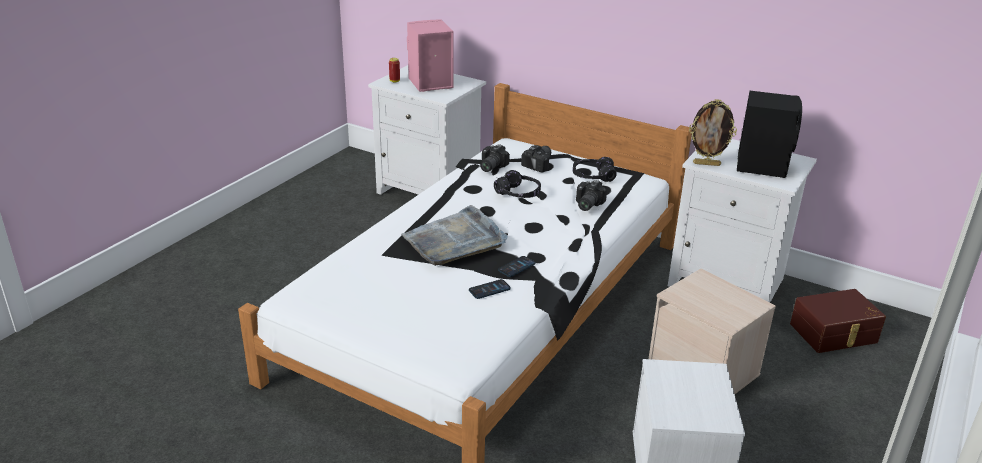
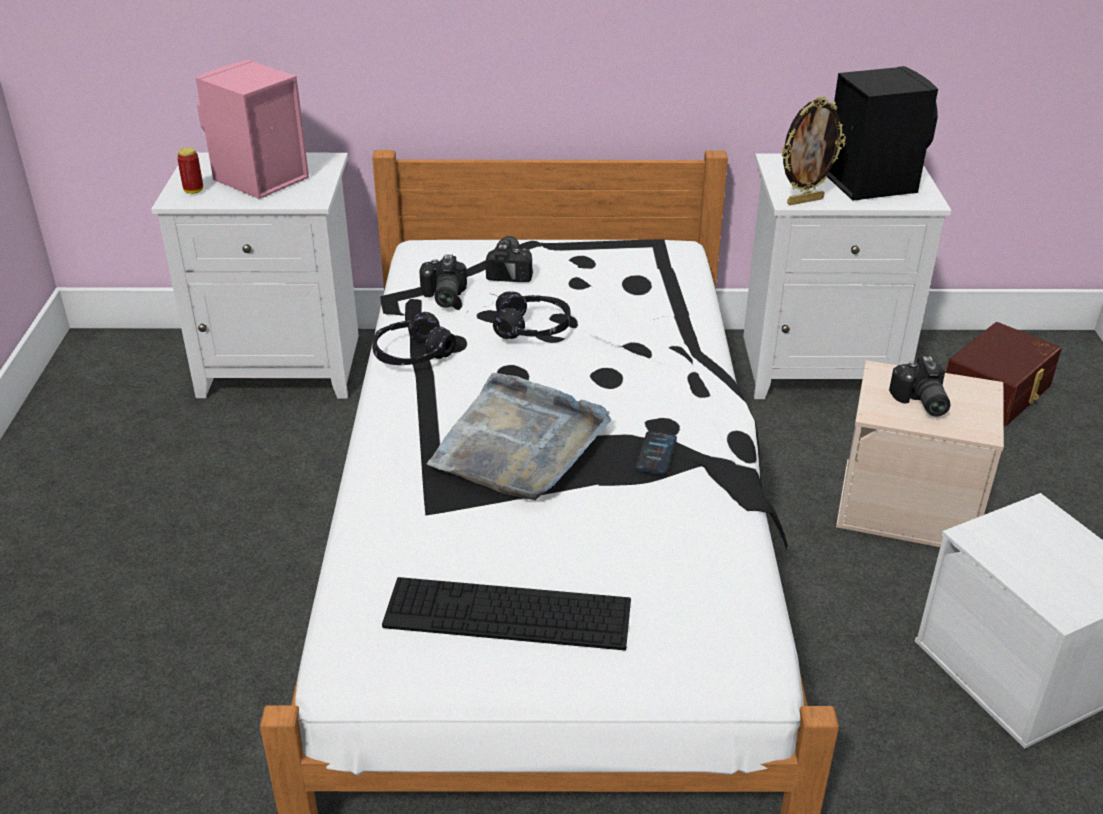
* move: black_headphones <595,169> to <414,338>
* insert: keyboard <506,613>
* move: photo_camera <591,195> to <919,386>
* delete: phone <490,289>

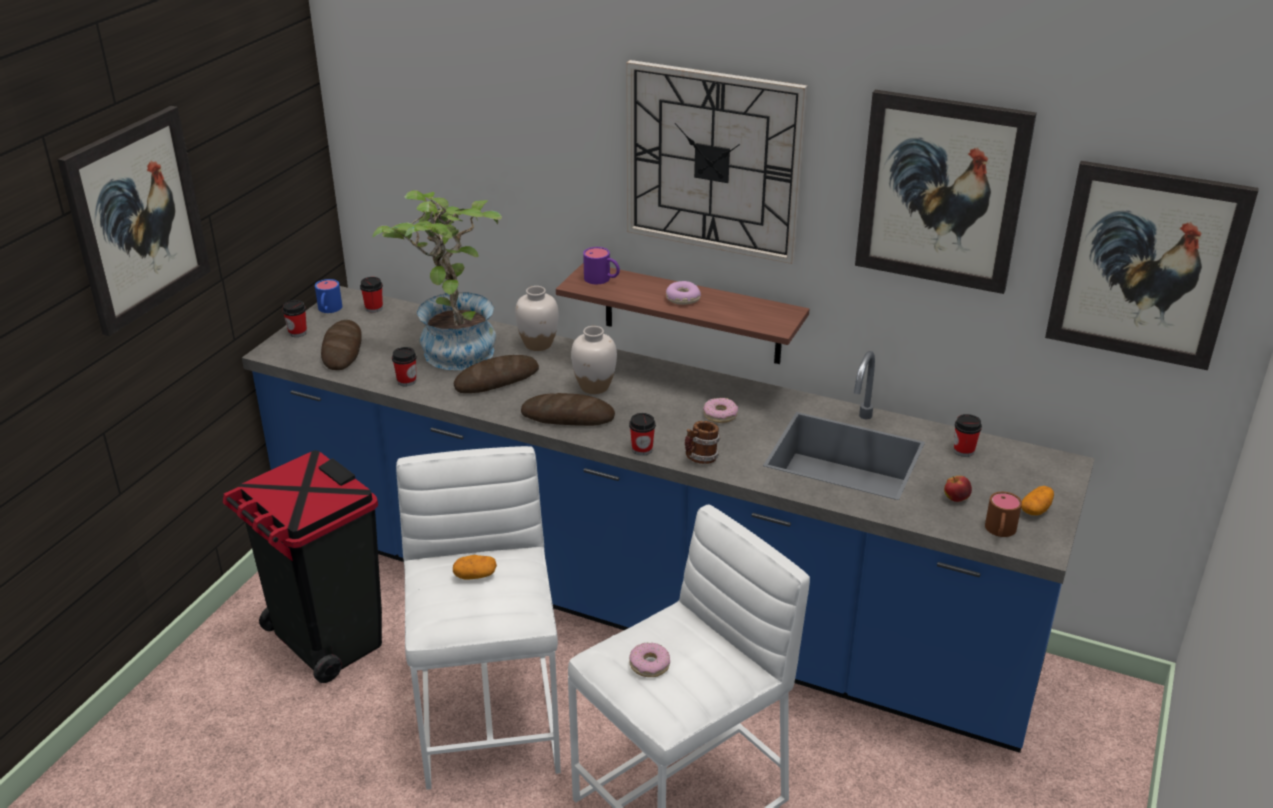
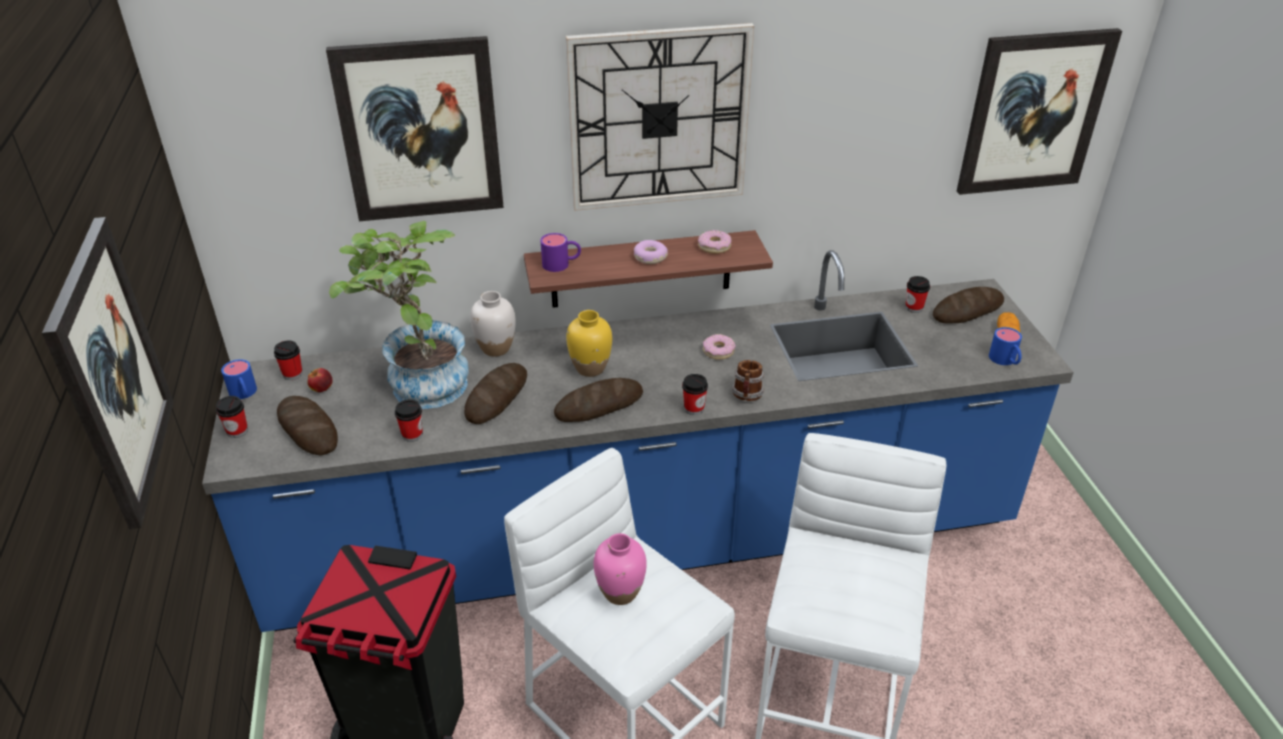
* move: apple <958,489> to <320,380>
* move: picture <946,192> to <415,128>
* recolor: white_vase <594,360> to yellow_vase <589,343>
* replace: potato <475,567> to pink_vase <620,569>
* move: donut <649,660> to <715,242>
* insert: bread <968,305>
* recolor: brown_mug <1003,514> to blue_mug <1005,346>

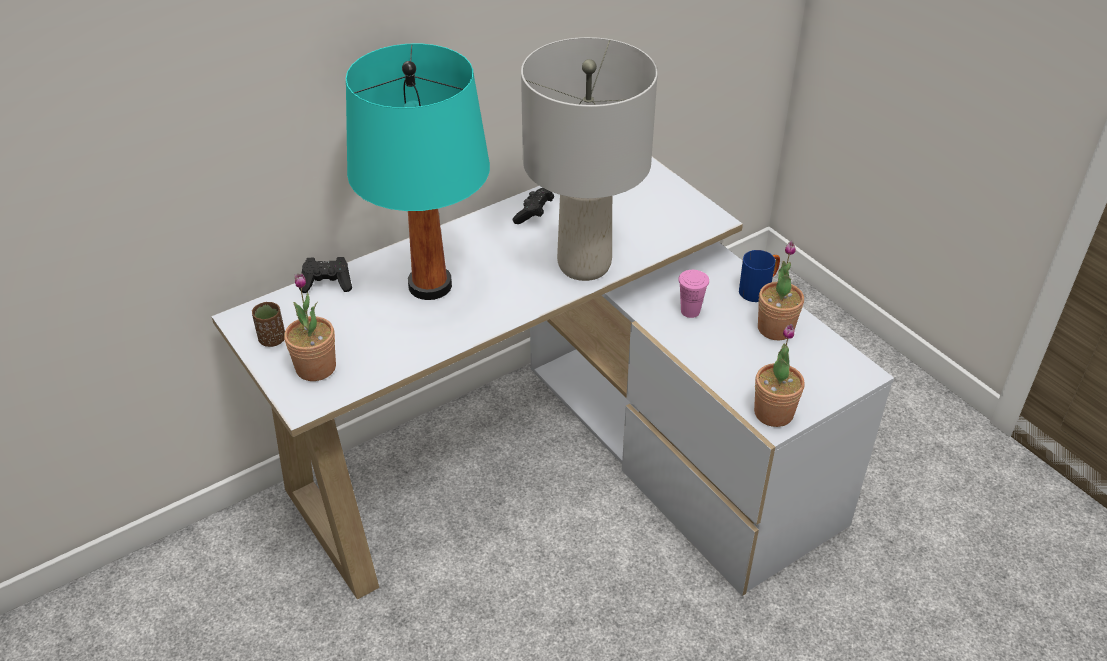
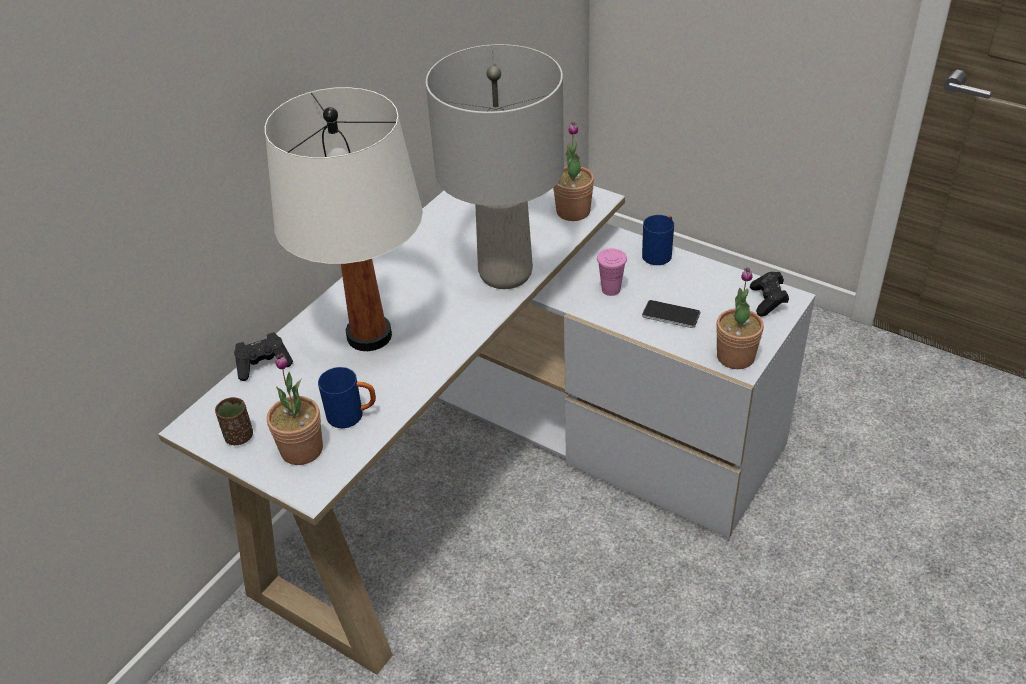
* recolor: turquoise_table_lamp <418,171> to white_table_lamp <344,219>
* insert: blue_mug <347,397>
* move: potted_plant <781,290> to <573,171>
* insert: phone <671,314>
* move: black_game_controller <533,206> to <769,294>

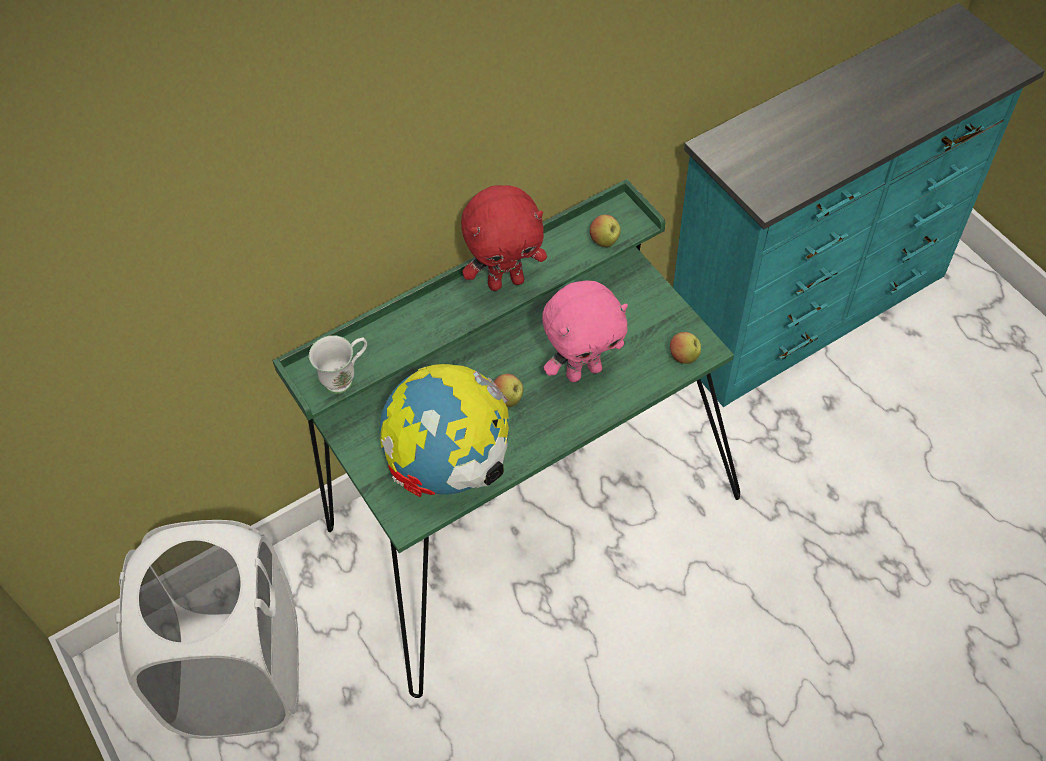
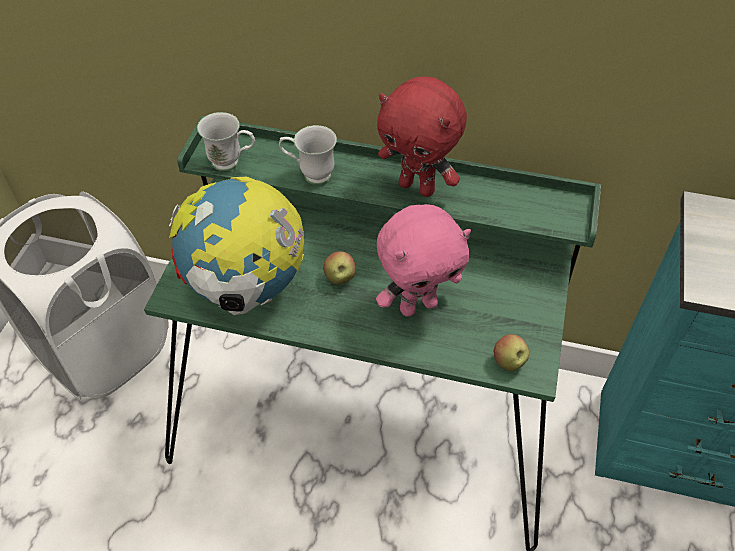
* insert: white_mug <308,155>
* rotate: pink_plush_toy <585,331> = <423,260> 45 degrees counterclockwise
* delete: apple <605,231>

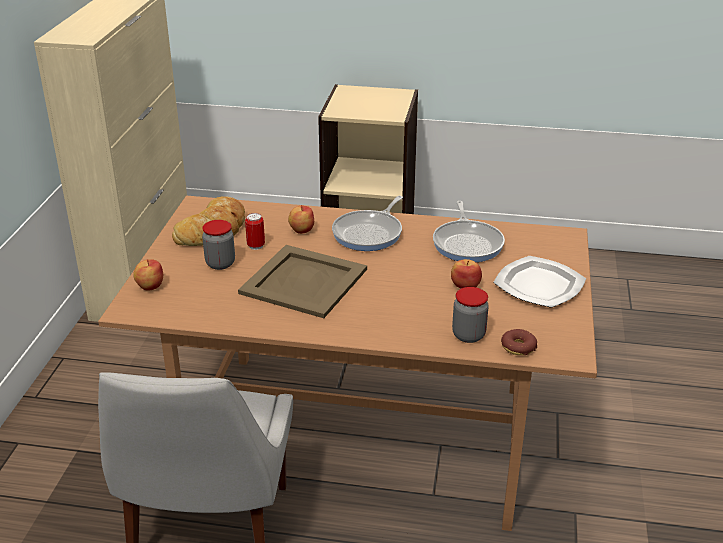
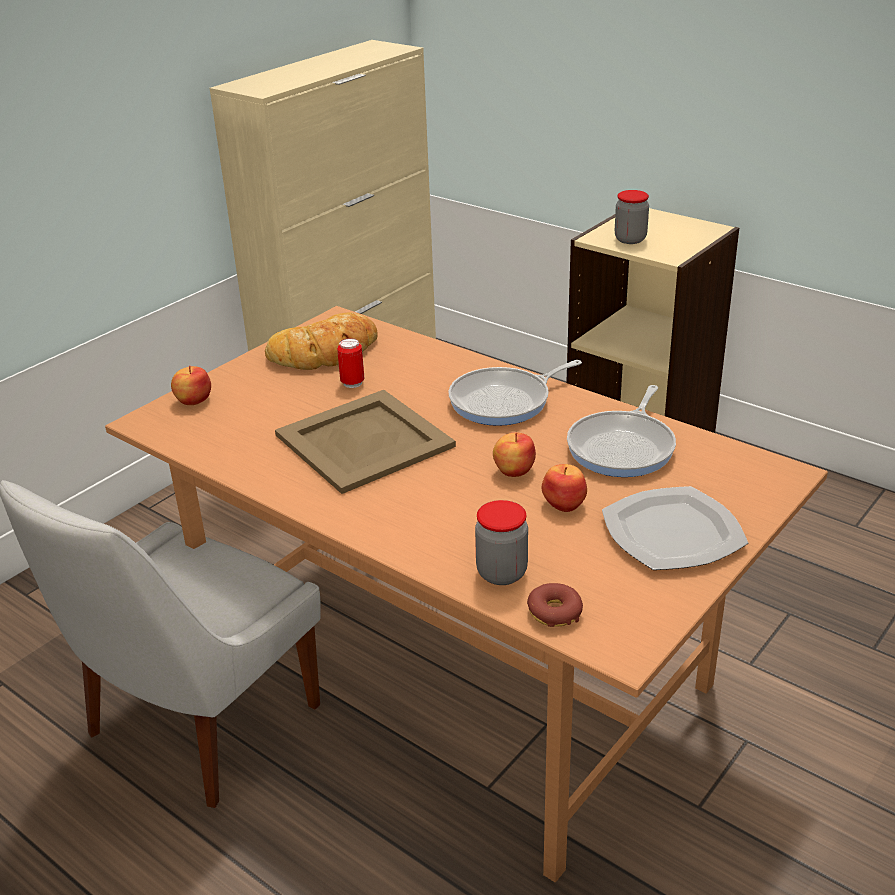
* move: apple <301,219> to <514,454>
* move: jar <218,245> to <632,217>

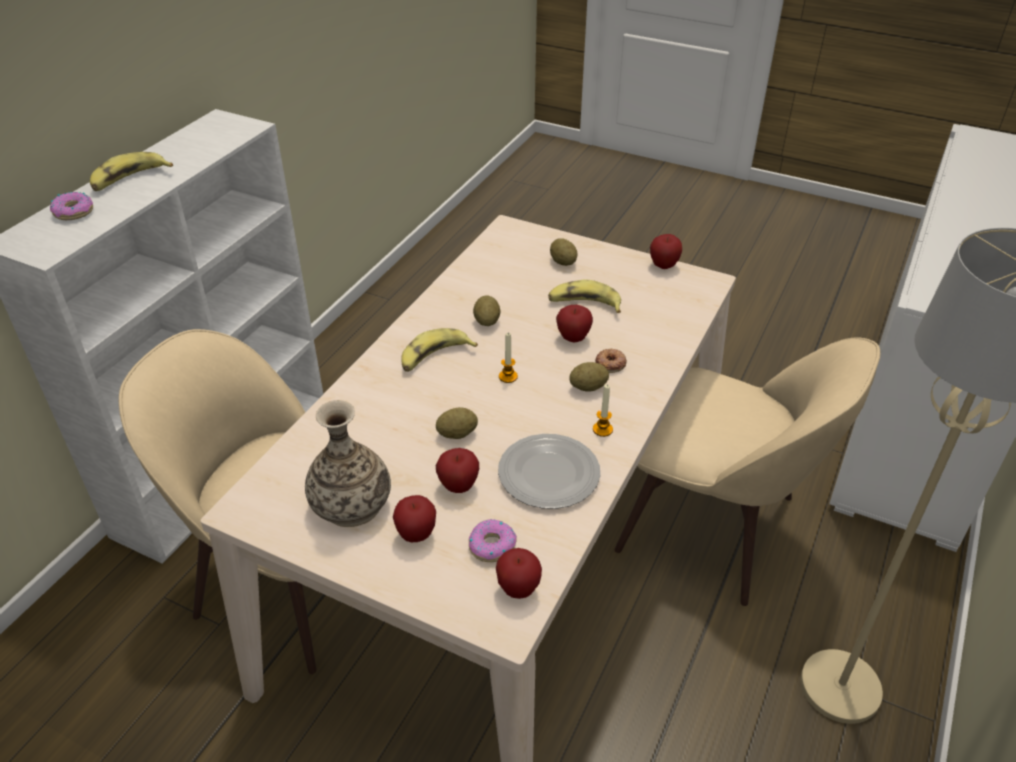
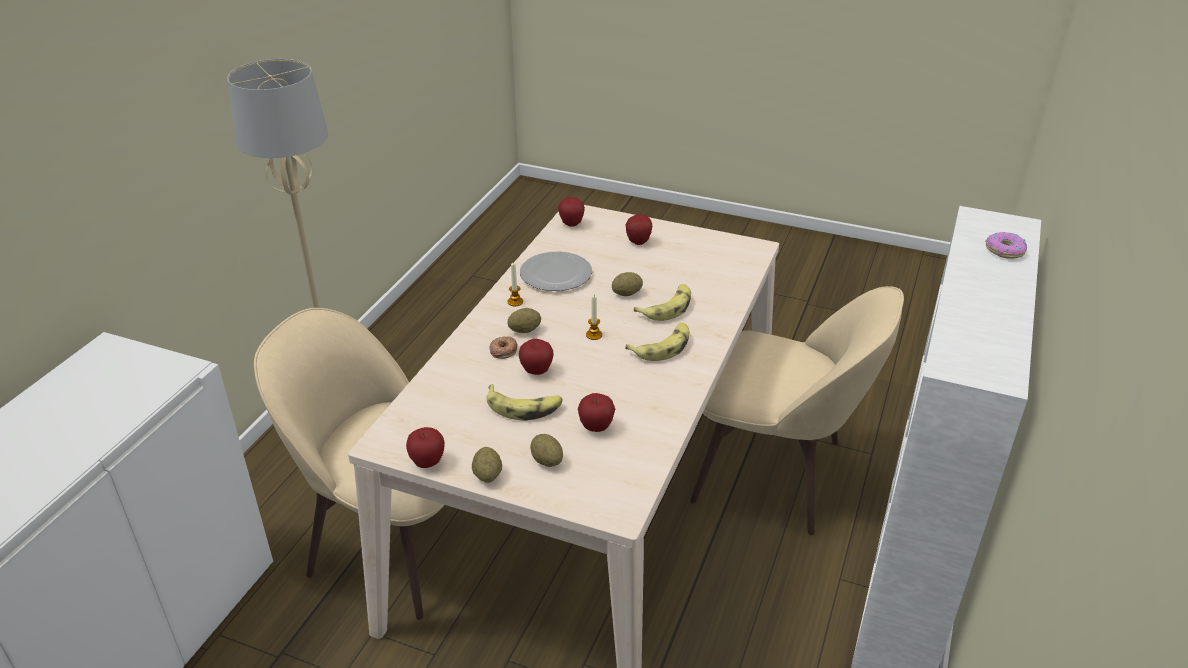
* move: potato <486,310> to <487,465>
* move: apple <457,470> to <596,412>
* move: banana <131,171> to <662,302>
* delete: vase <348,463>
* delete: donut <493,540>

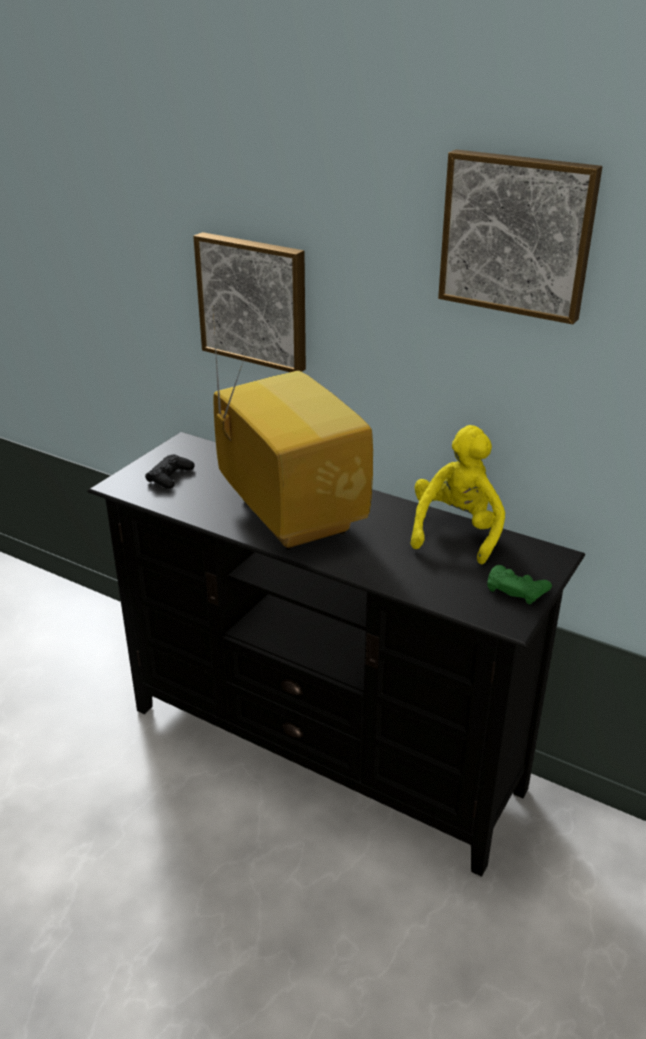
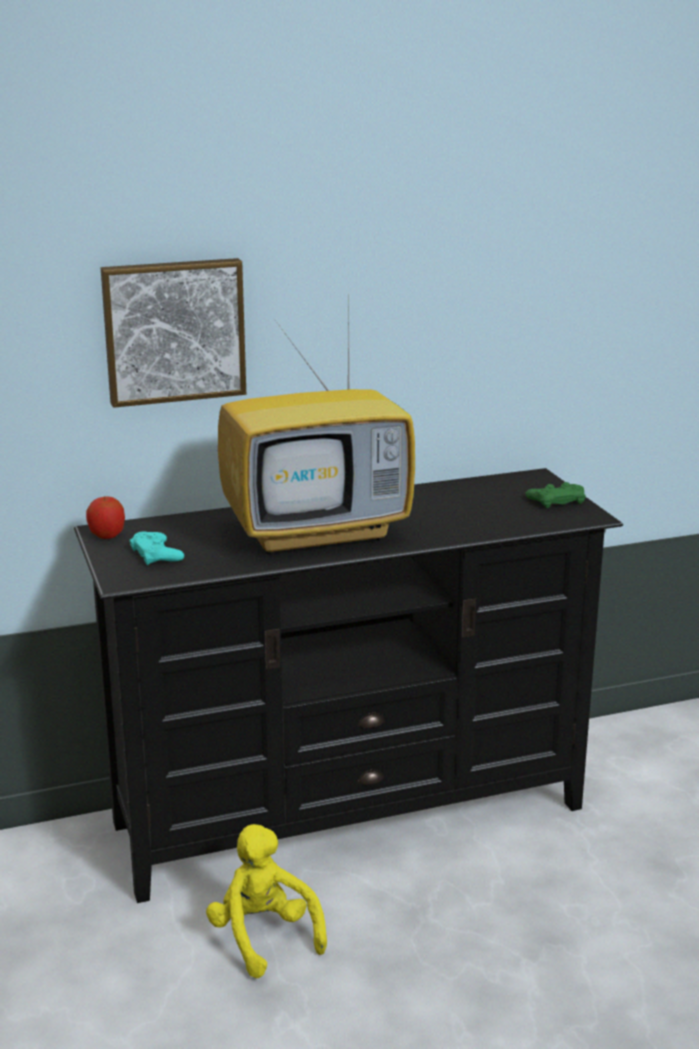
* insert: apple <105,517>
* recolor: black_game_controller <170,471> to turquoise_game_controller <156,548>
* move: yellow_plush_toy <458,494> to <266,901>
* rotate: television <293,432> = <316,431> 150 degrees clockwise
* delete: picture <520,236>

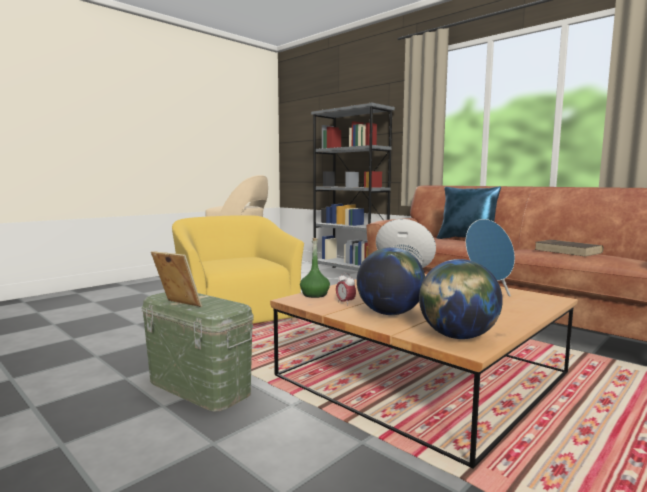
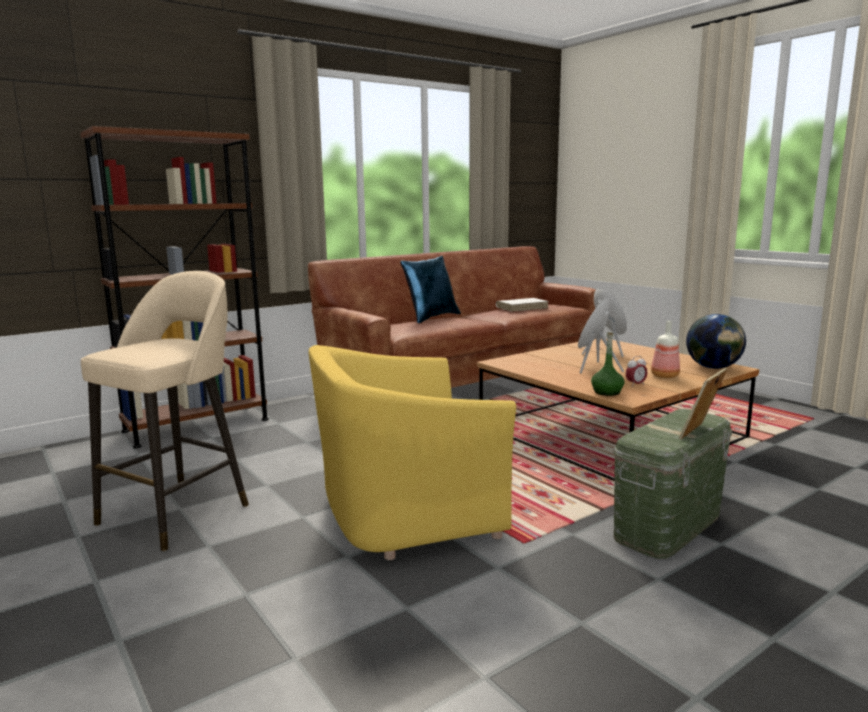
* recolor: grey_bookcase <353,187> to brown_bookcase <174,287>
* recolor: brown_book <569,248> to white_book <522,305>
* replace: globe <391,281> to bottle <665,349>

